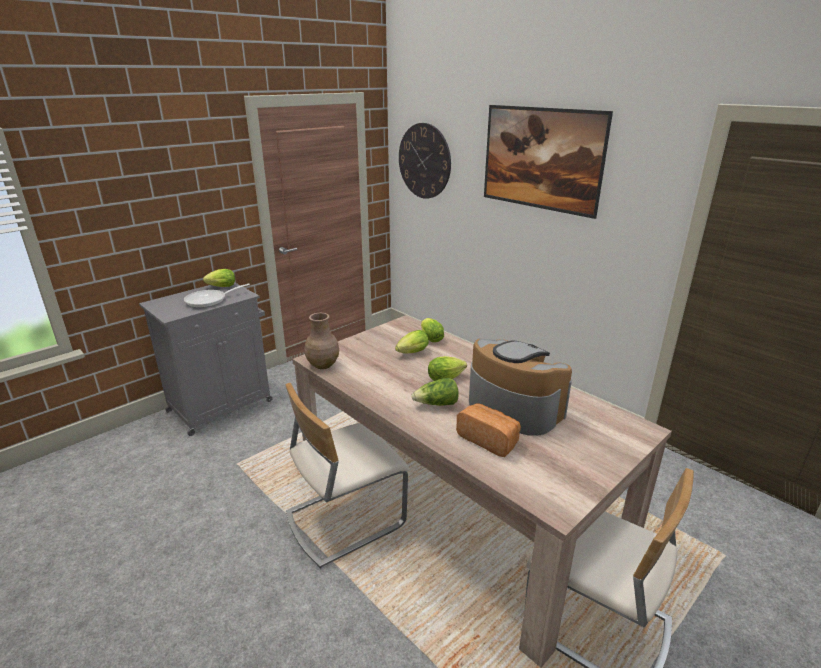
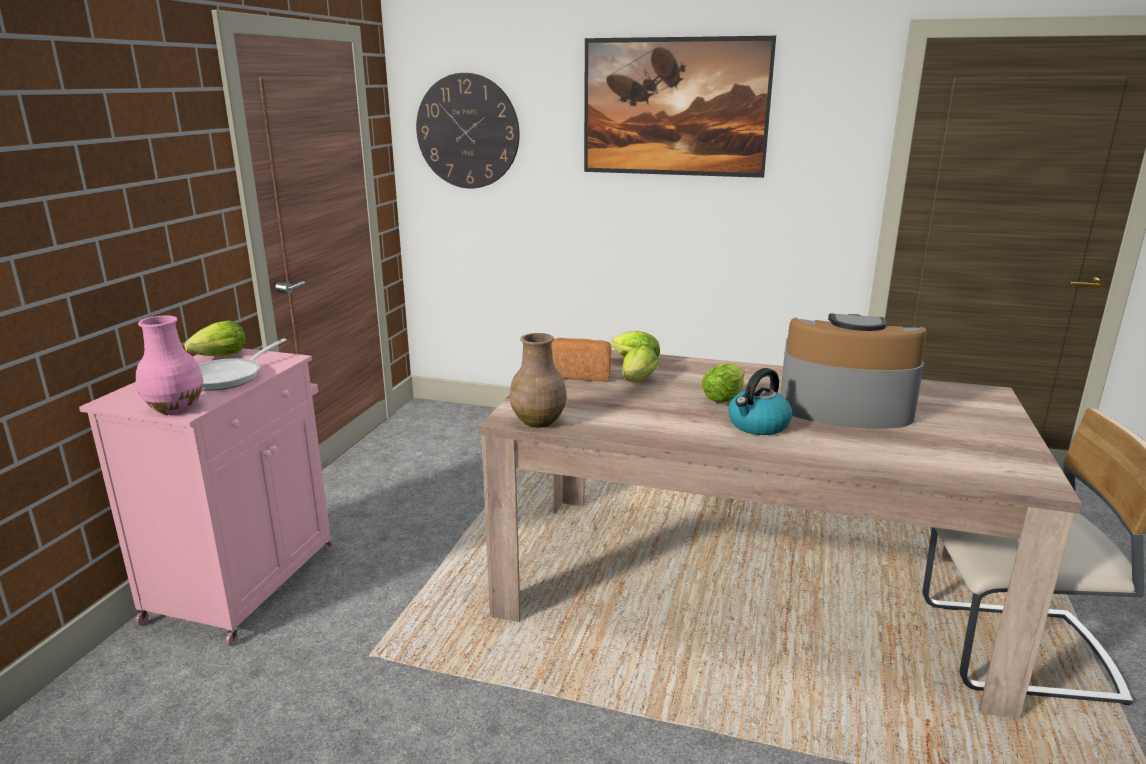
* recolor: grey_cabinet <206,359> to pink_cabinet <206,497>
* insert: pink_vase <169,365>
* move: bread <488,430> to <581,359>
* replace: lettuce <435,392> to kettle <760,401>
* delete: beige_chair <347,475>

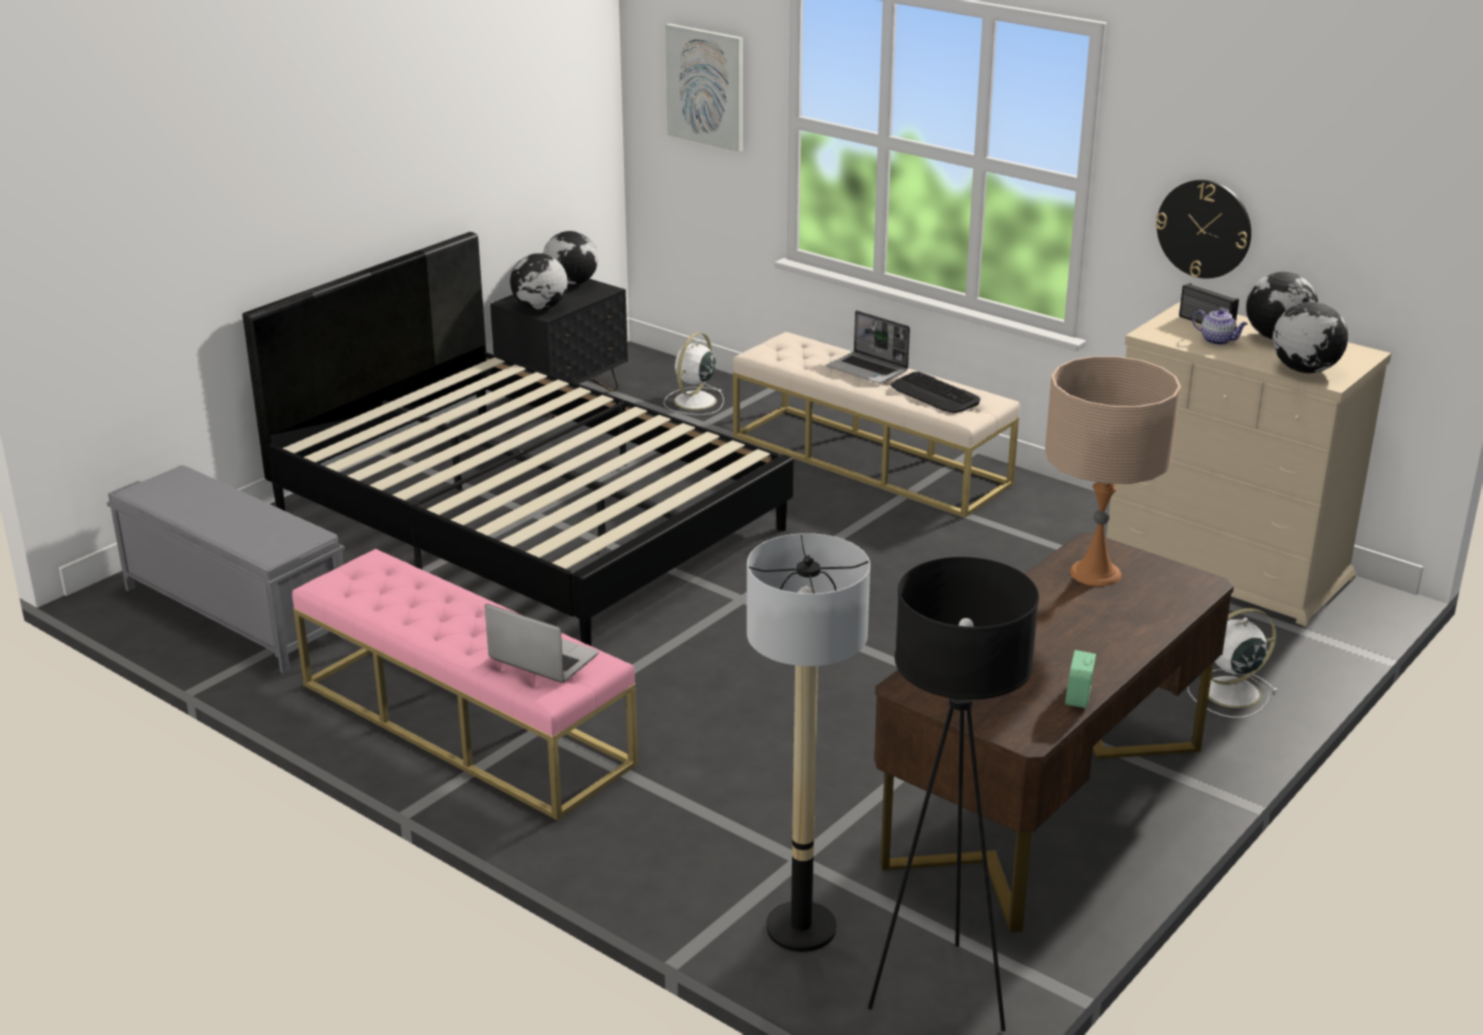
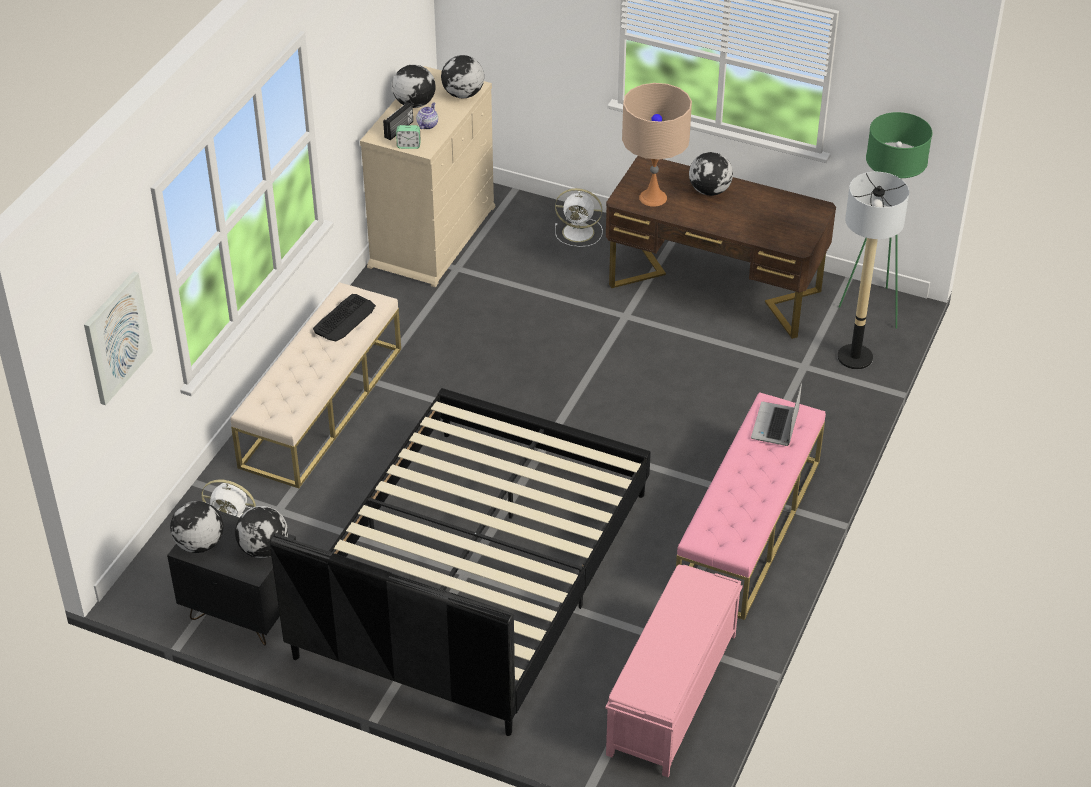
* move: alarm_clock <1080,679> to <408,137>
* rotate: white_fan <1233,663> = <579,217> 45 degrees counterclockwise
* recolor: grey_bench <226,569> to pink_bench <674,671>
* insert: globe <711,174>
* recolor: black_floor_lamp <953,794> to green_floor_lamp <885,220>
* delete: laptop <868,346>
* delete: wall_clock <1203,229>

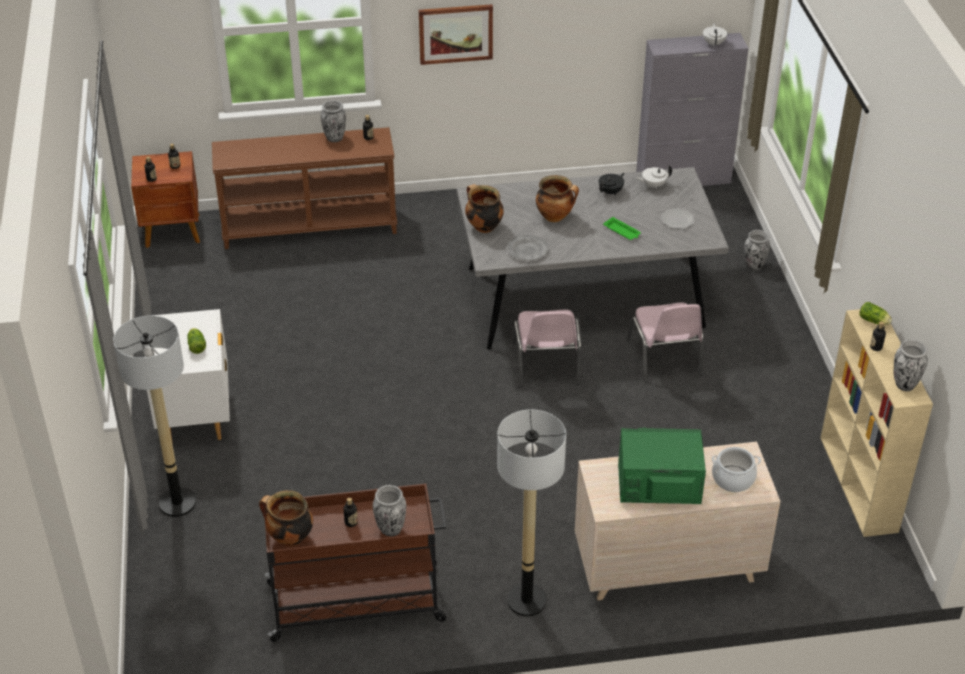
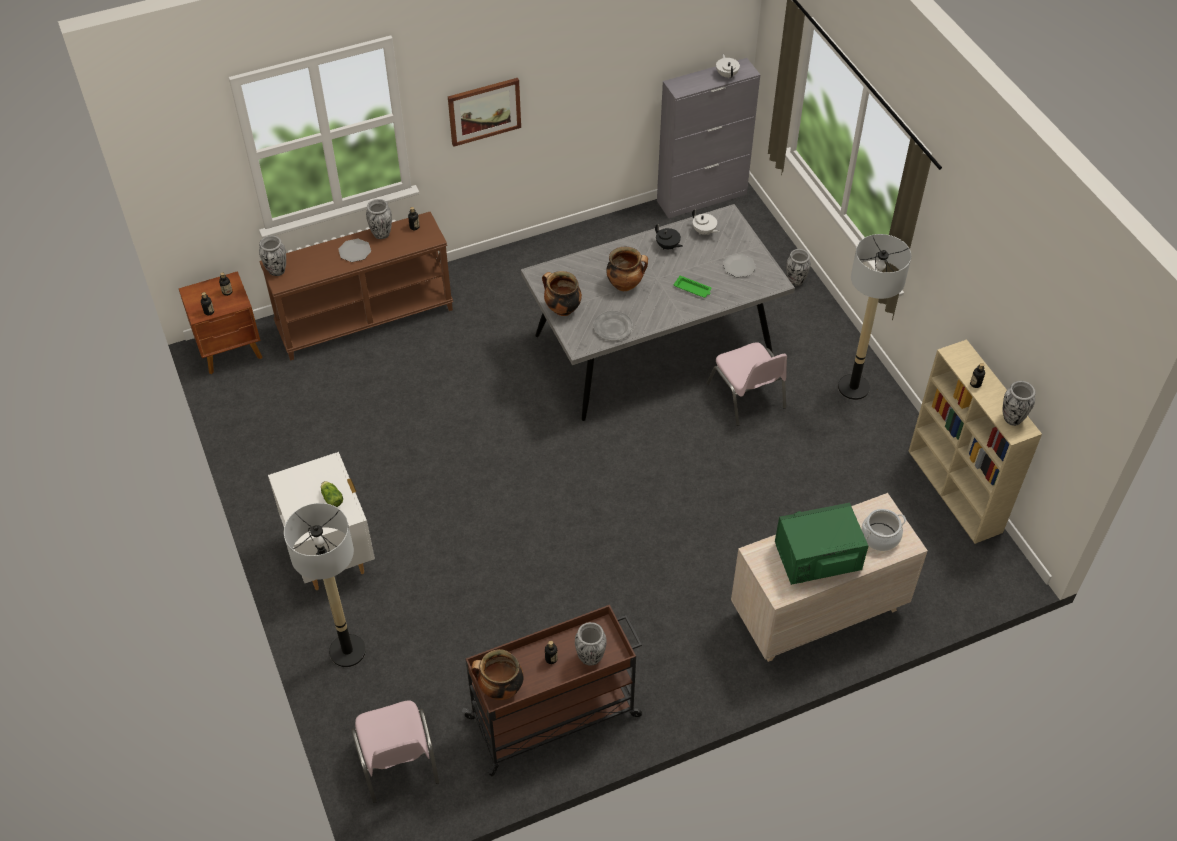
* insert: vase <272,255>
* insert: plate <354,250>
* move: pink_chair <547,348> to <395,751>
* rotate: black_teapot <611,184> = <669,237> 105 degrees clockwise
* rotate: white_teapot <654,177> = <706,222> 105 degrees counterclockwise
* move: floor_lamp <531,513> to <874,317>
* delete: lettuce <876,313>

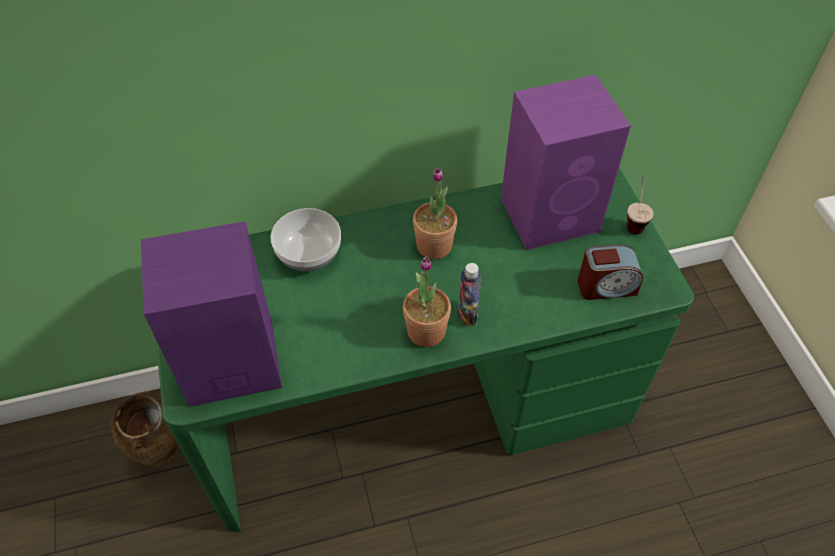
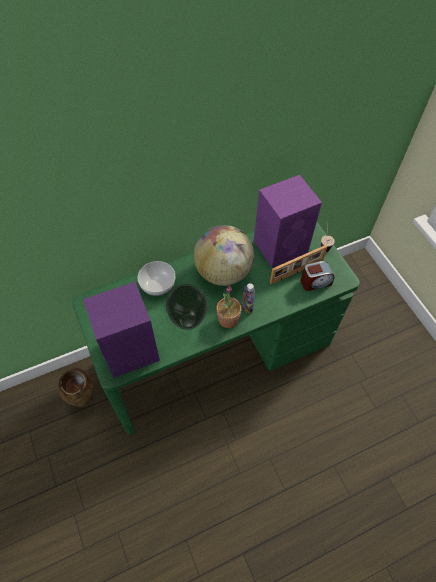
* insert: vase <187,307>
* replace: potted_plant <435,213> to globe <224,255>
* insert: picture_frame <298,264>

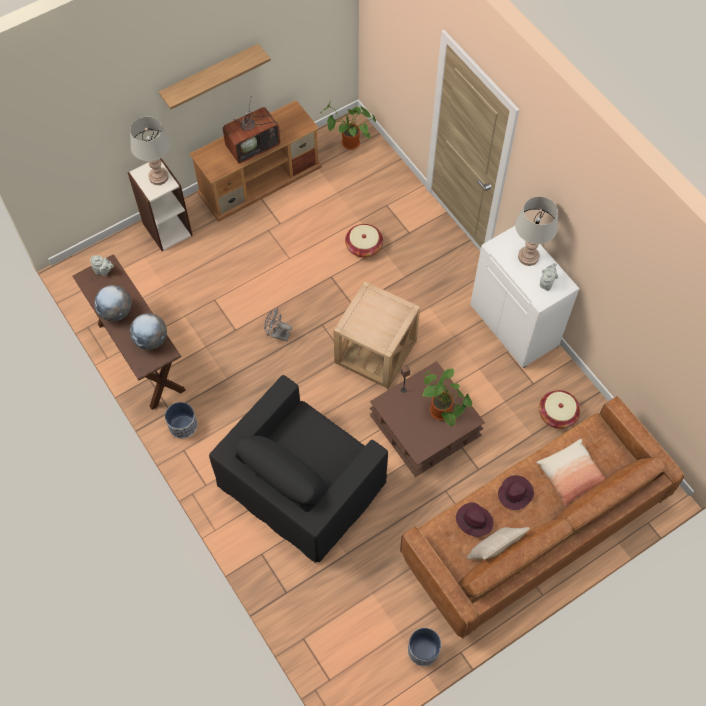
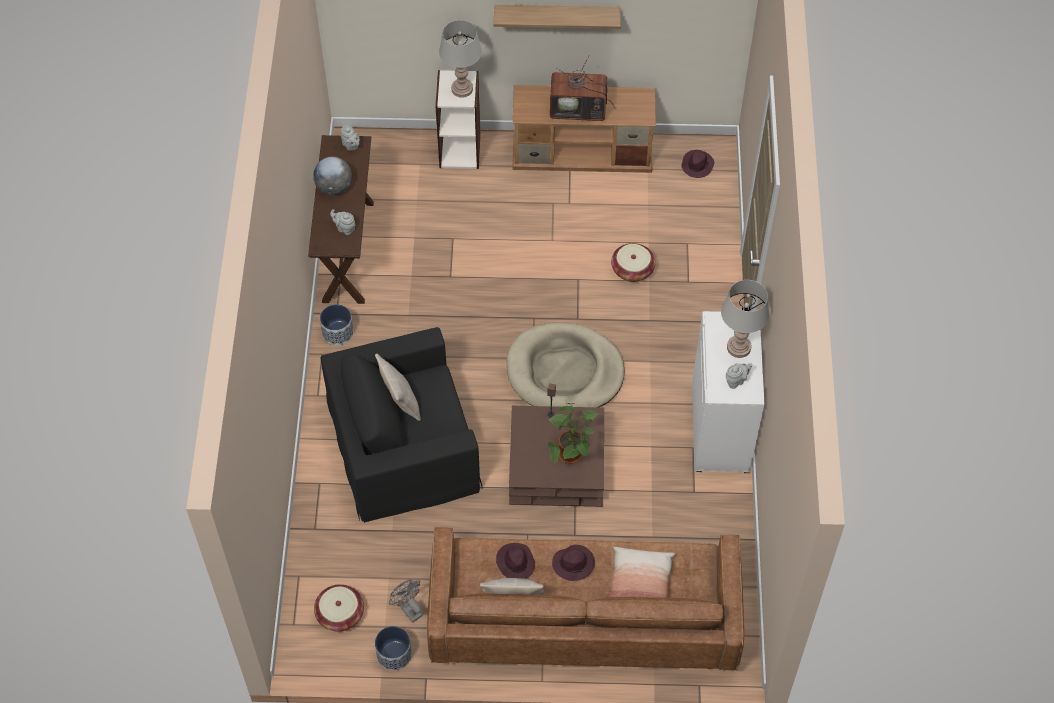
* move: basket <559,409> to <339,608>
* replace: globe <148,331> to grey_teapot <342,222>
* insert: beige_pillow <398,387>
* move: grey_fan <278,324> to <406,601>
* replace: beige_side_table <376,335> to beige_dog_bed <565,364>
* replace: potted_plant <348,125> to purple_hat <697,164>

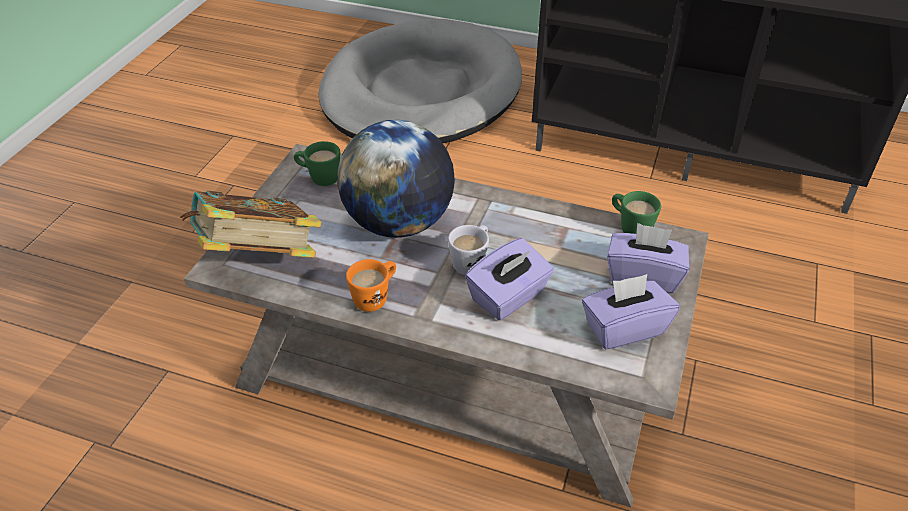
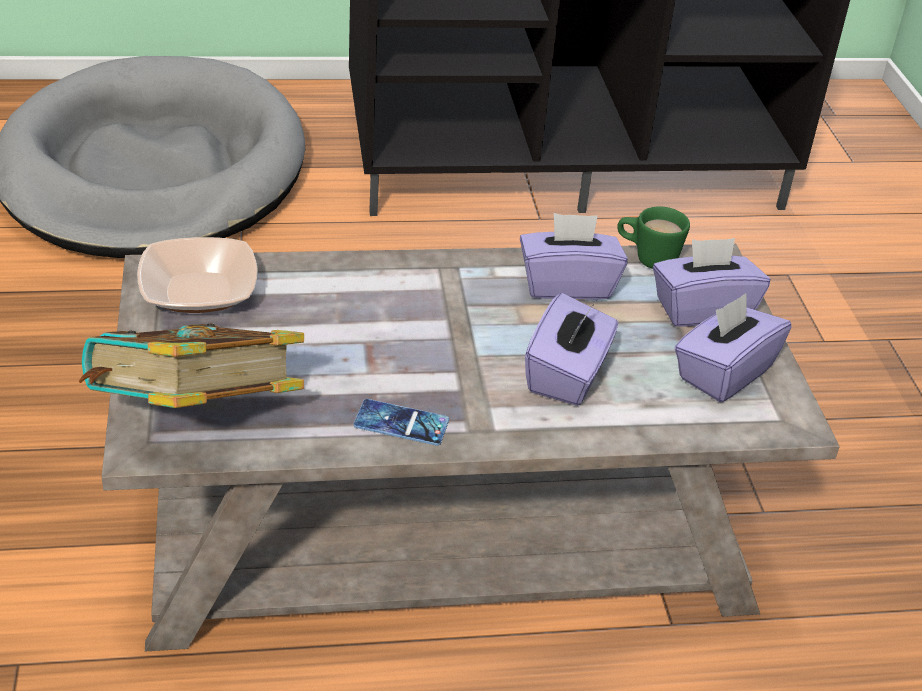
* replace: green_mug <317,163> to bowl <197,275>
* replace: orange_mug <371,285> to phone <401,422>
* insert: purple_tissue_box <574,256>
* delete: globe <396,179>
* delete: white_mug <468,250>

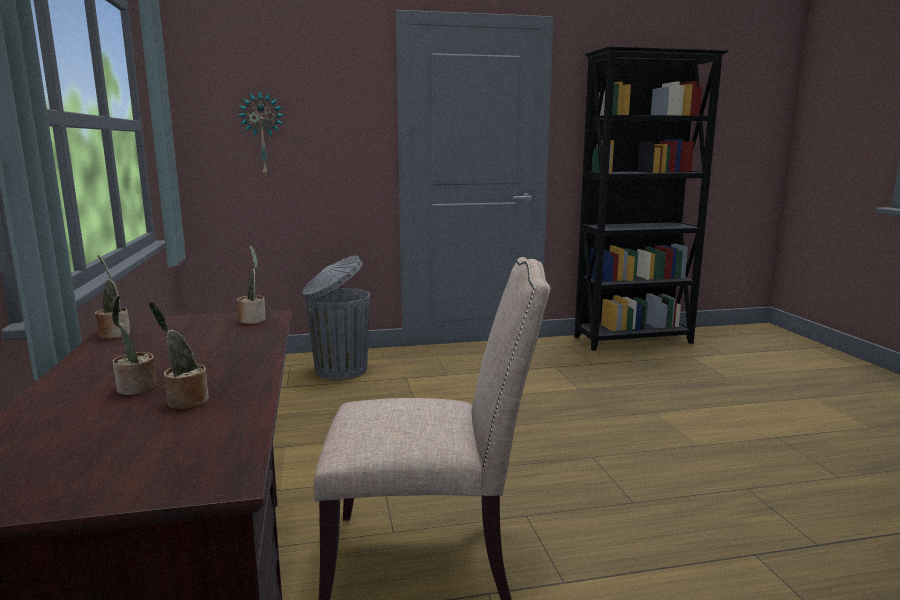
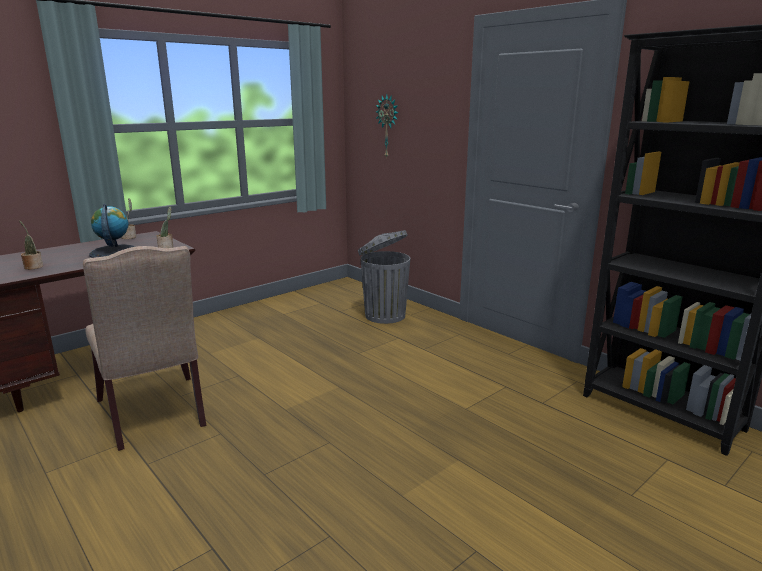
* insert: globe <112,231>
* delete: potted_plant <134,345>

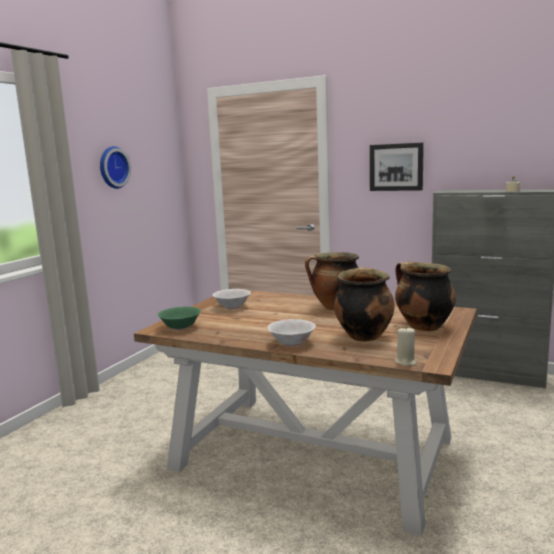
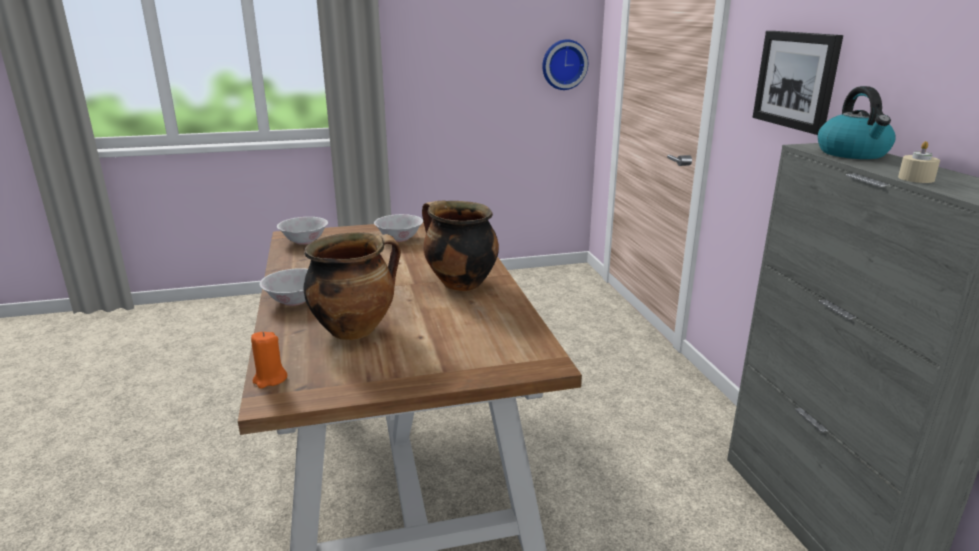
* recolor: beige_candle <406,346> to orange_candle <269,360>
* recolor: green_bowl <179,318> to white_bowl <302,231>
* move: wall_clock <115,167> to <565,64>
* insert: kettle <857,122>
* delete: cooking_pot <425,296>

